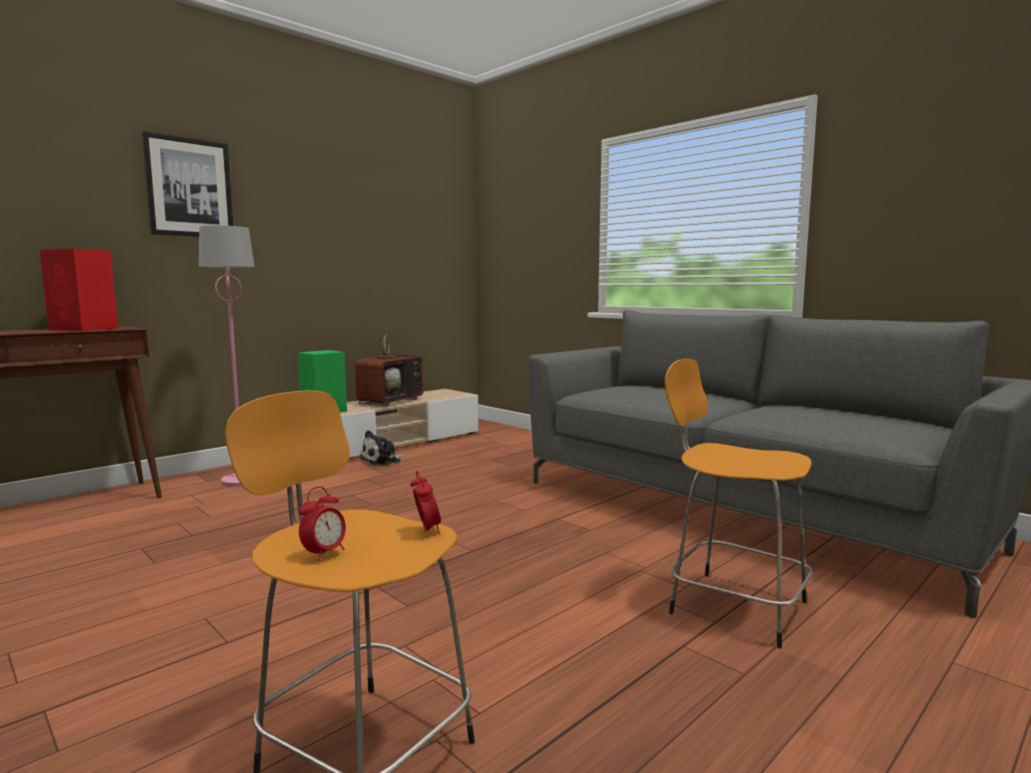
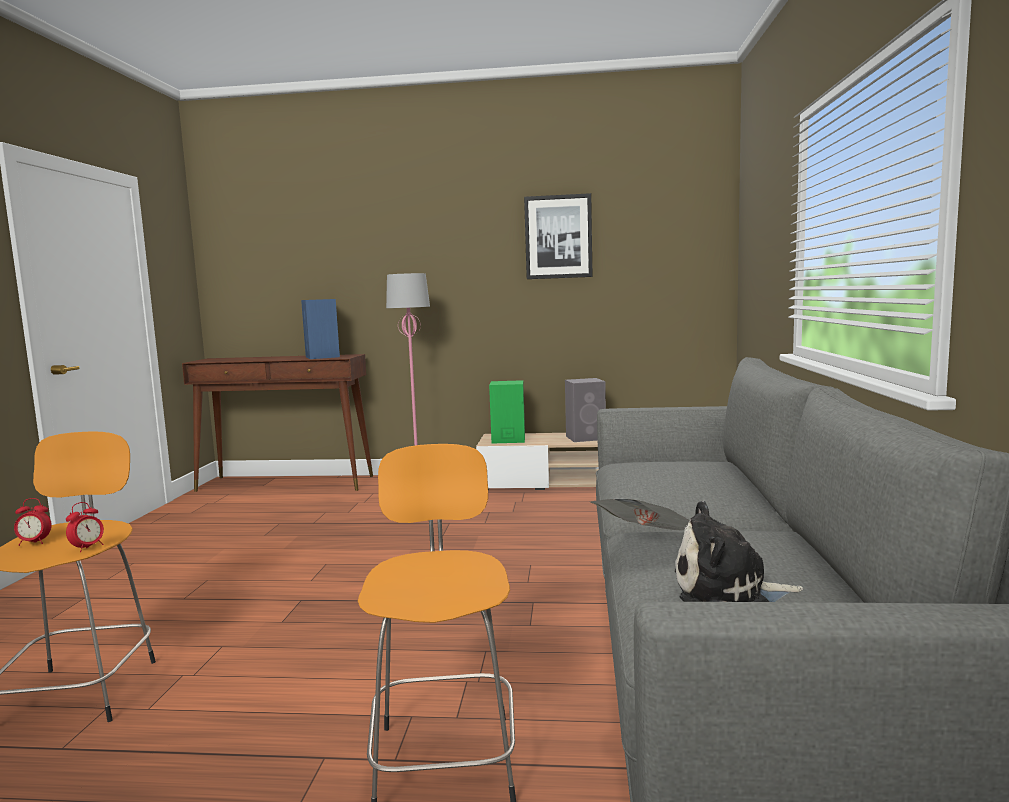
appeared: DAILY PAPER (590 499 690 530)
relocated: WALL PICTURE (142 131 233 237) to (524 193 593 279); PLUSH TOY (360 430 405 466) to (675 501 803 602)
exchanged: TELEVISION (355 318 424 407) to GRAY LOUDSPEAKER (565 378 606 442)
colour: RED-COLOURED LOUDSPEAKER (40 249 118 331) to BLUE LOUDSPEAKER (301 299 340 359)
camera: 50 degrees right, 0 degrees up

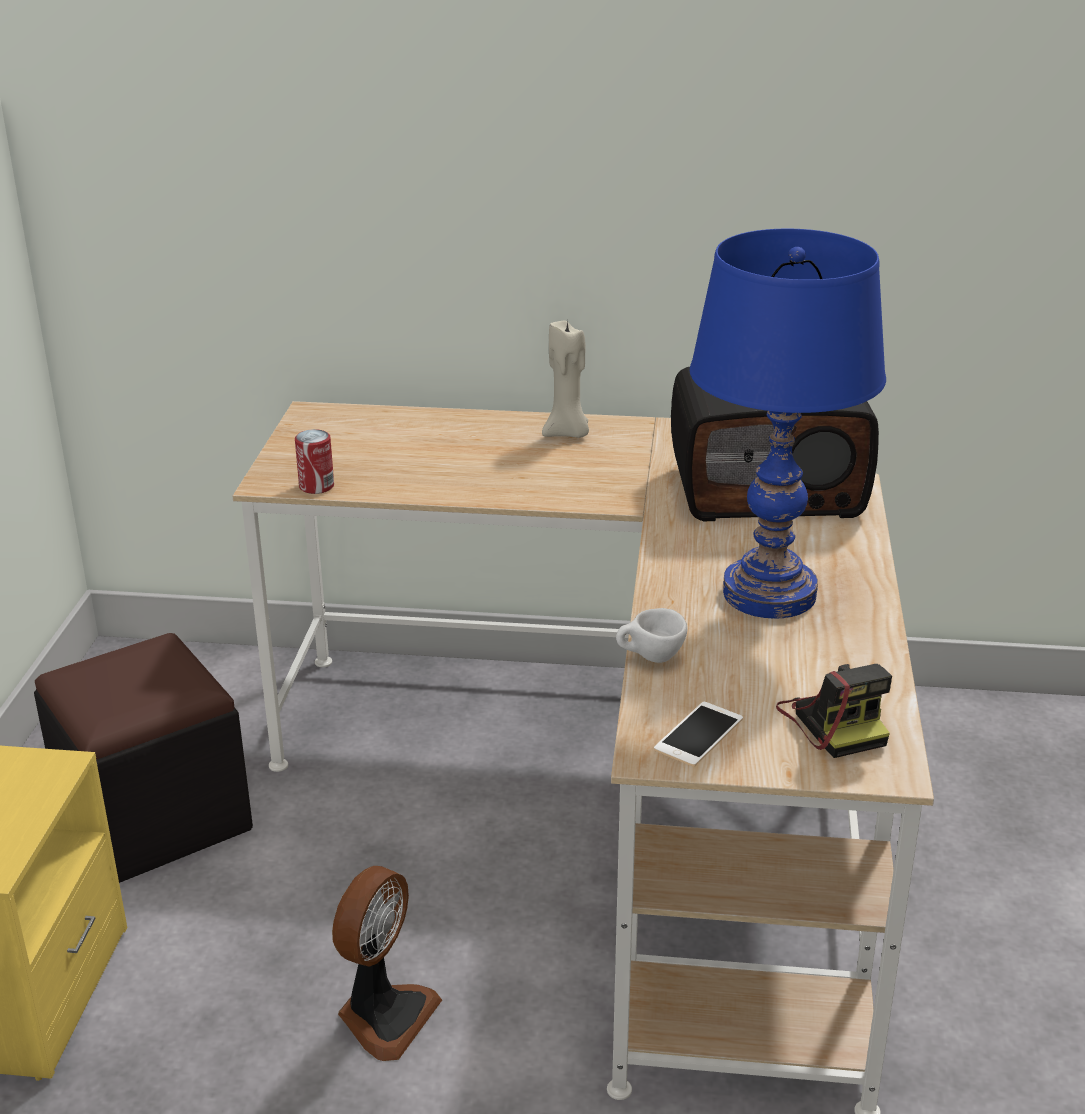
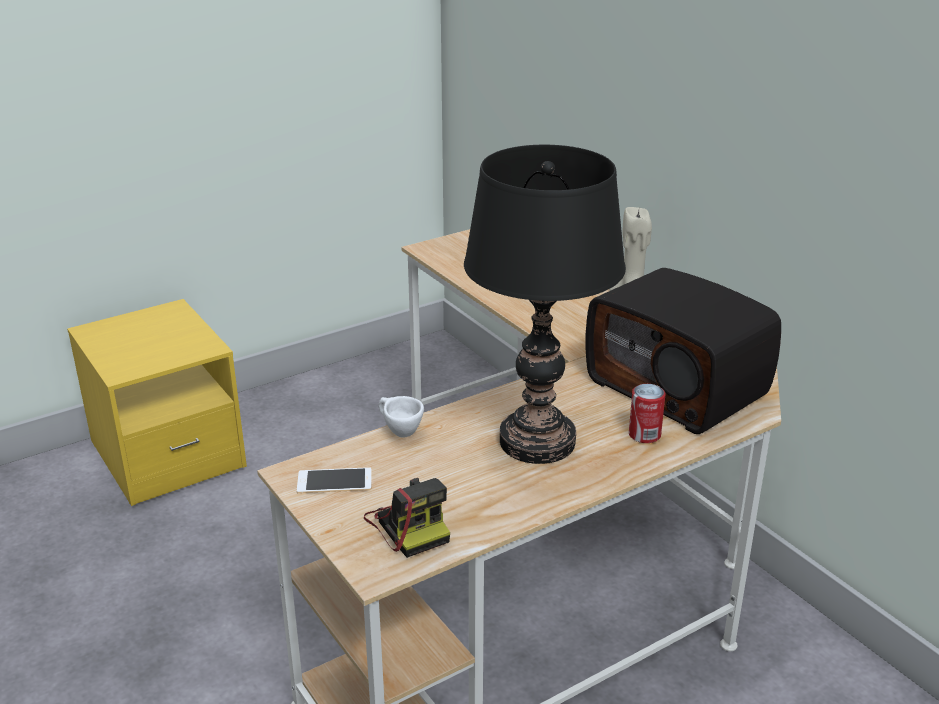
missing: BLACK POUFFE (34 633 253 883); FAN (332 866 442 1061)
relocated: METAL CAN (295 429 334 494) to (629 384 665 443)
colour: BLUE LAMP FOR A TABLE (690 229 886 619) to BLACK LAMP FOR A TABLE (464 145 626 464)
spun: STILL CAMERA (776 664 892 758) = (364 478 450 558) 60 degrees counterclockwise
camera: 50 degrees right, 0 degrees up

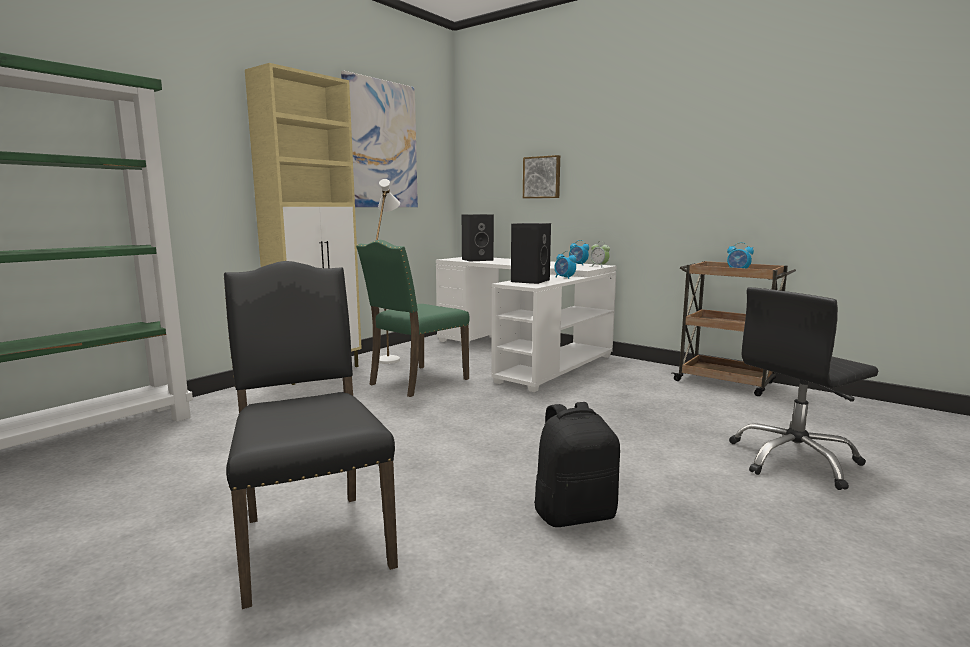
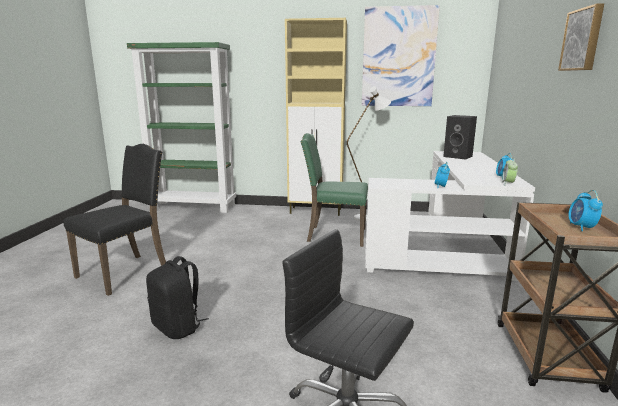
missing: BLACK LOUDSPEAKER (511 223 551 284)
relocated: WALL PICTURE (523 155 560 198) to (558 3 604 71)
camera: 60 degrees right, 5 degrees up

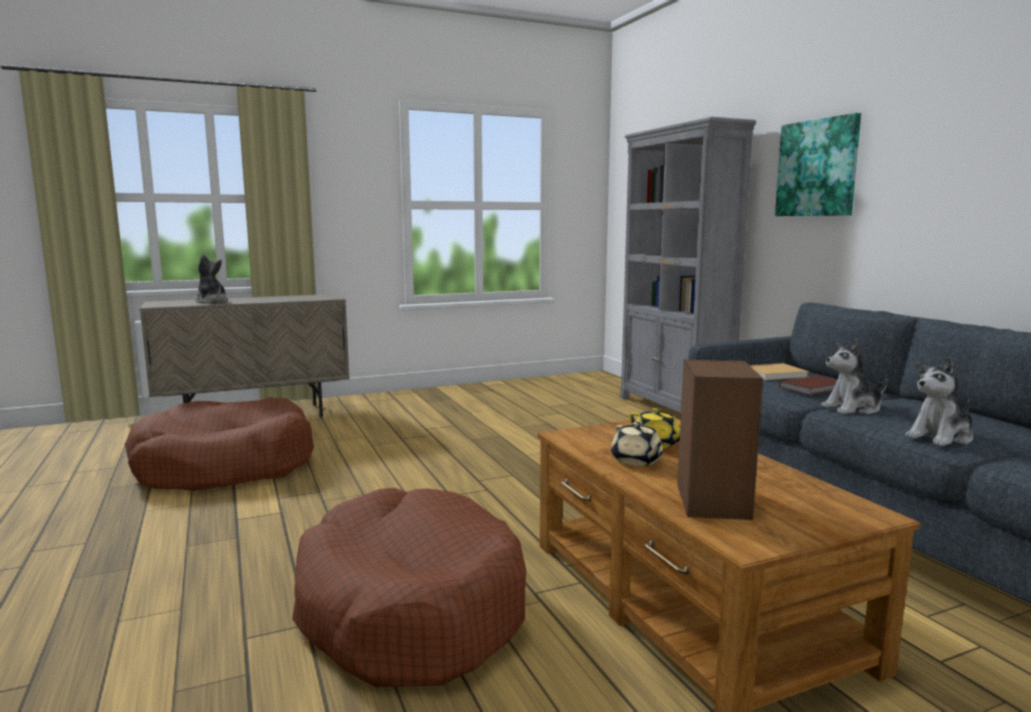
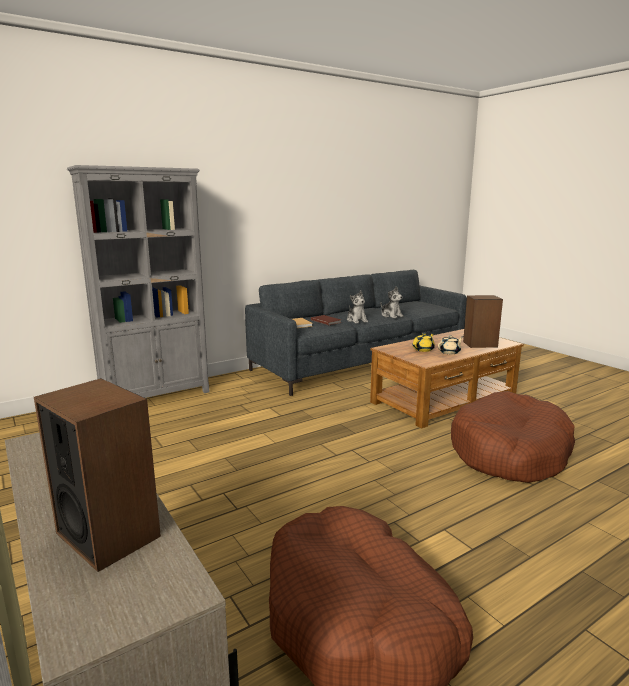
missing: WALL PICTURE (775 113 861 216)
exchanged: PLUSH TOY (195 254 228 303) to LOUDSPEAKER (34 378 161 572)
camera: 100 degrees left, 5 degrees up

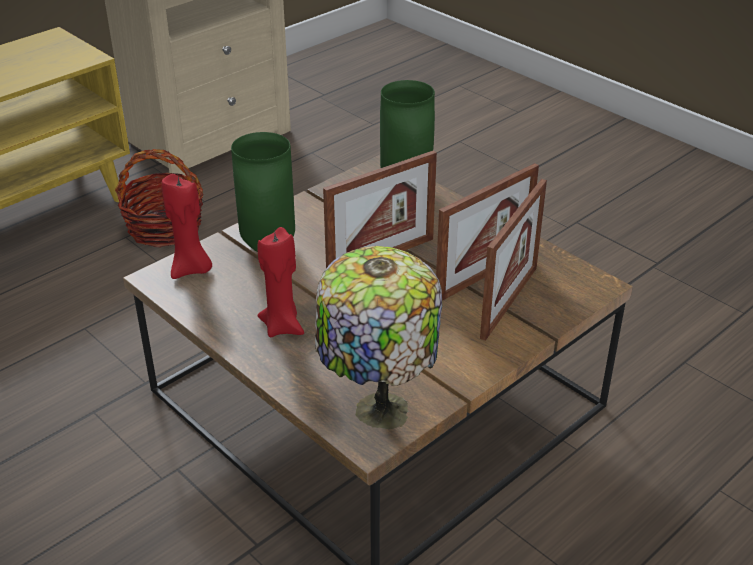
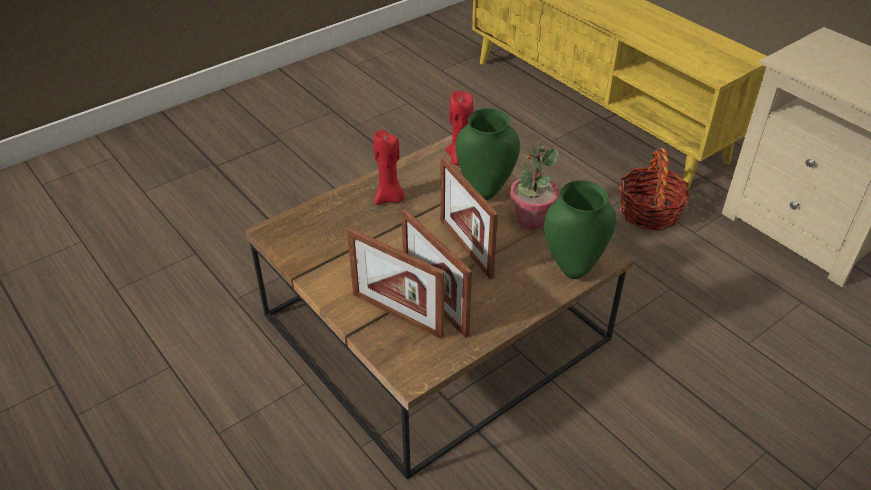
missing: LAMP FOR A TABLE (315 246 442 429)
appeared: POTTED PLANT (510 141 559 229)
camera: 95 degrees right, 5 degrees up

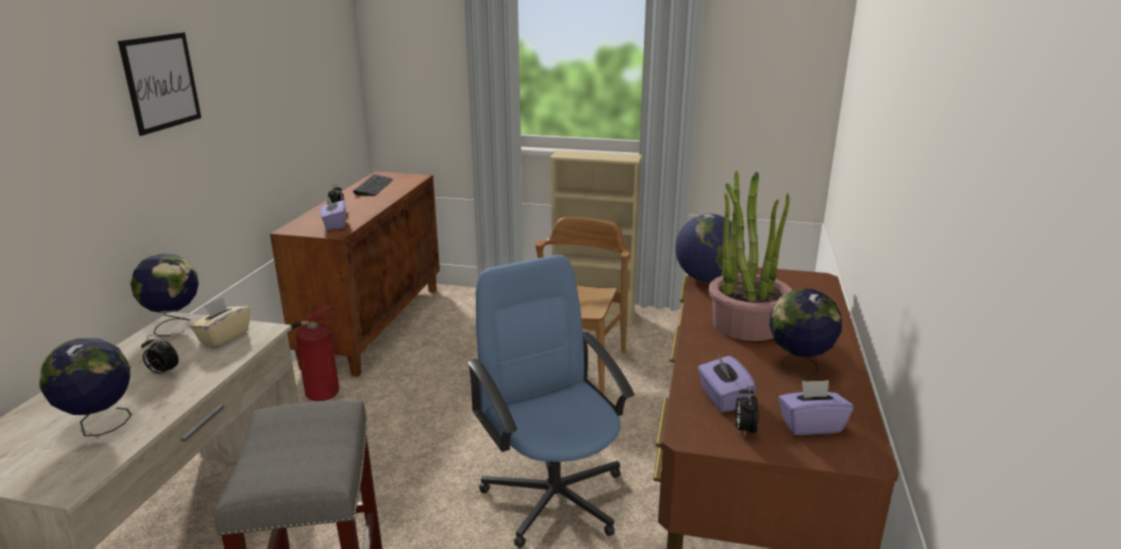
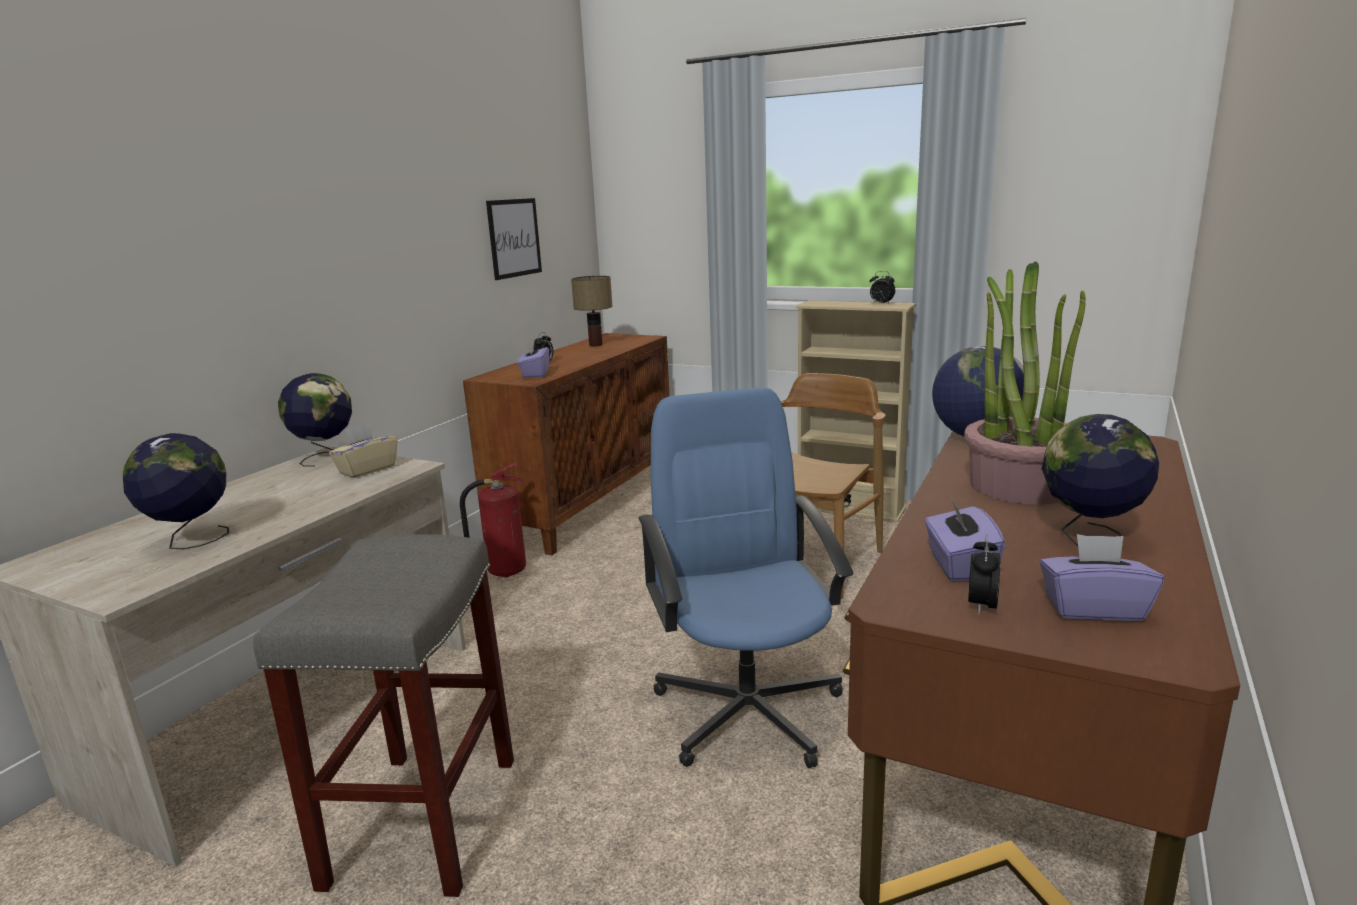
relocated: WALL PICTURE (118 32 201 136) to (486 198 542 280); ALARM CLOCK (141 335 179 375) to (870 271 895 304)
exchanged: KEYBOARD (353 174 393 196) to LAMP FOR A TABLE (571 276 613 346)
camera: 15 degrees right, 5 degrees down

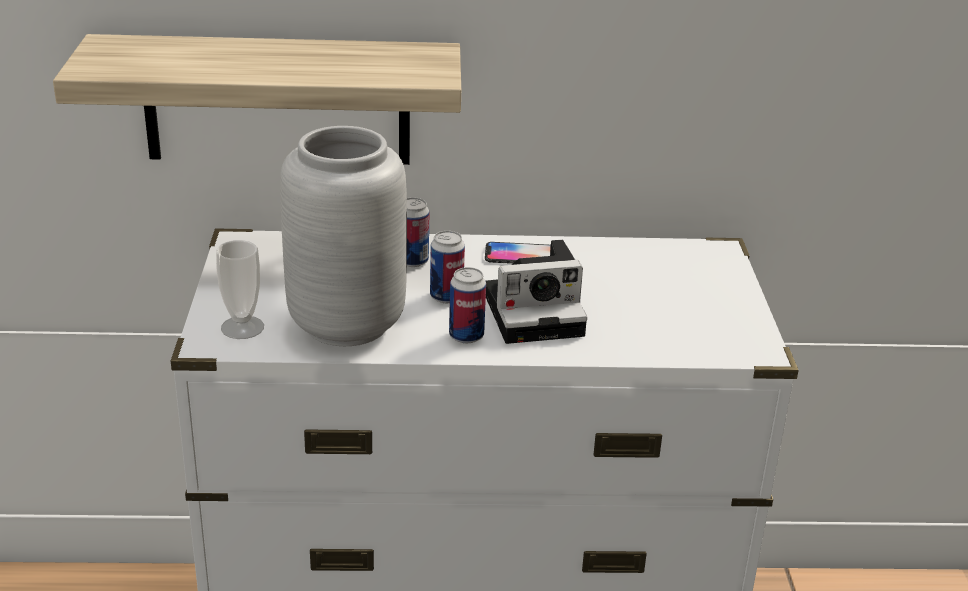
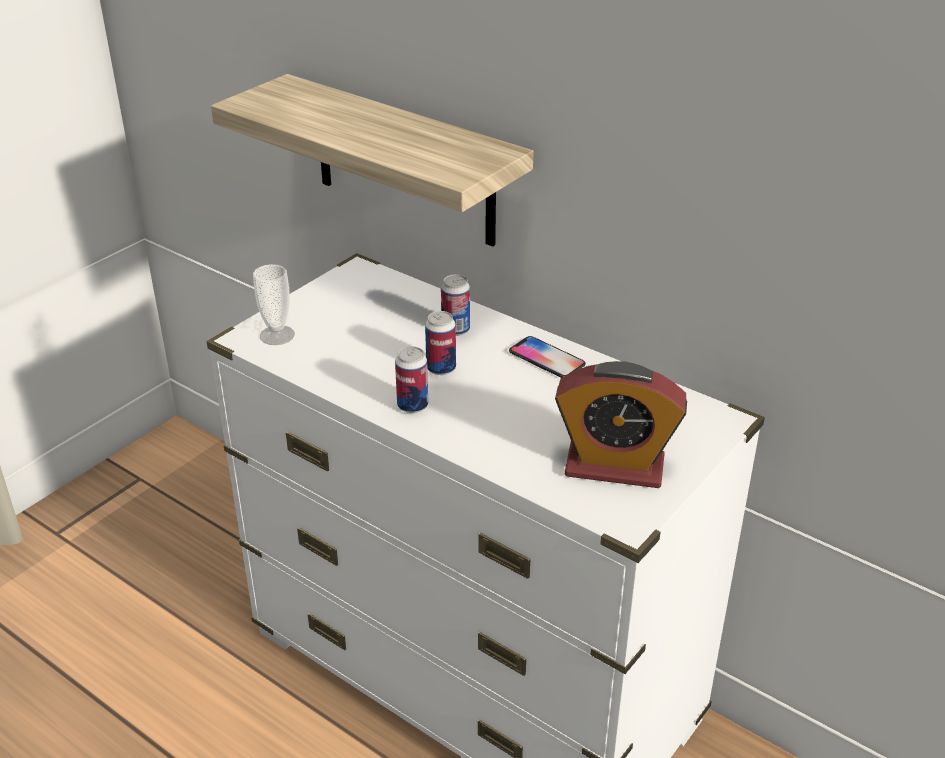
missing: GRAY VASE (280 126 407 346); STILL CAMERA (486 240 587 344)
appeared: ALARM CLOCK (555 361 687 488)
camera: 40 degrees right, 5 degrees up

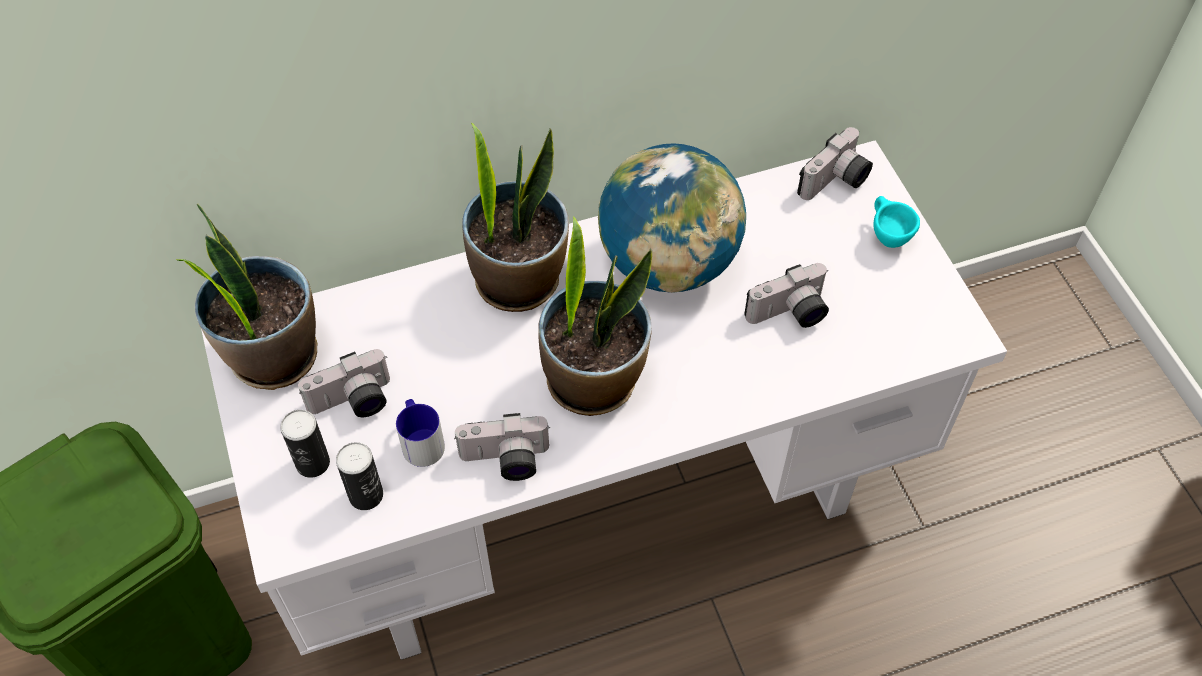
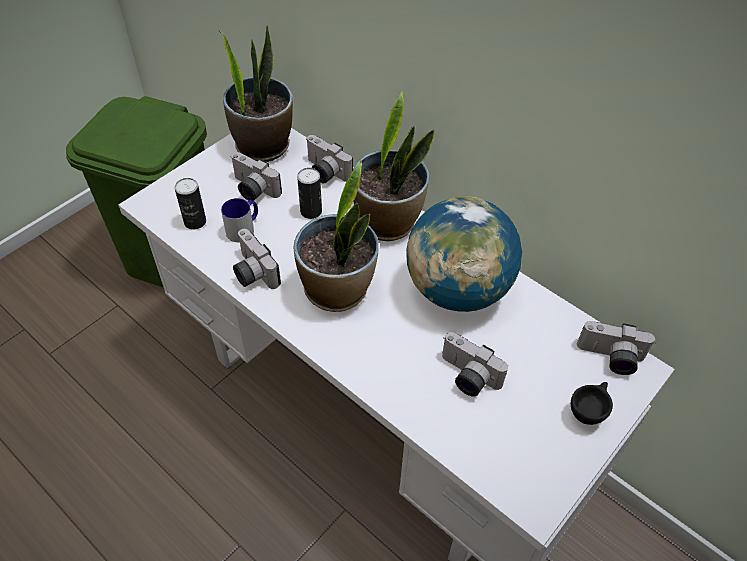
appeared: STILL CAMERA (307 135 353 183)
relocated: METAL CAN (280 410 330 478) to (297 168 322 219)
colour: TURQUOISE-COLOURED CUP (873 196 920 248) to BLACK CUP (571 382 613 425)
camera: 60 degrees right, 5 degrees down

